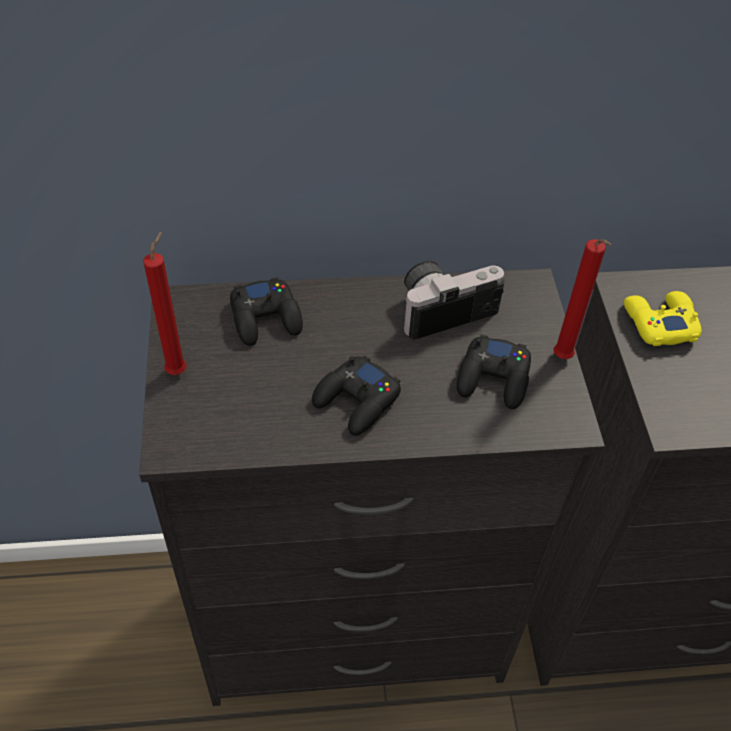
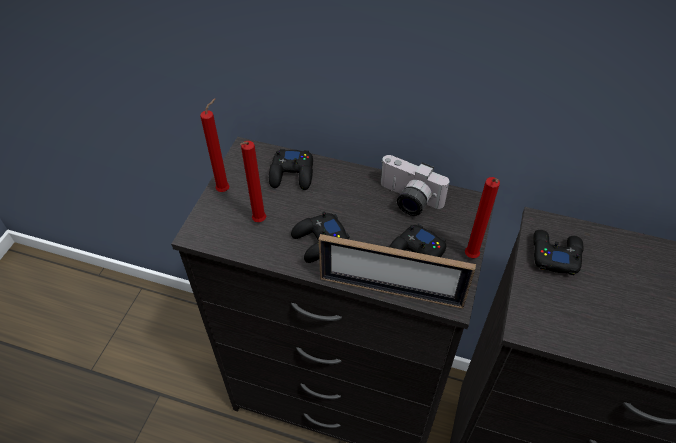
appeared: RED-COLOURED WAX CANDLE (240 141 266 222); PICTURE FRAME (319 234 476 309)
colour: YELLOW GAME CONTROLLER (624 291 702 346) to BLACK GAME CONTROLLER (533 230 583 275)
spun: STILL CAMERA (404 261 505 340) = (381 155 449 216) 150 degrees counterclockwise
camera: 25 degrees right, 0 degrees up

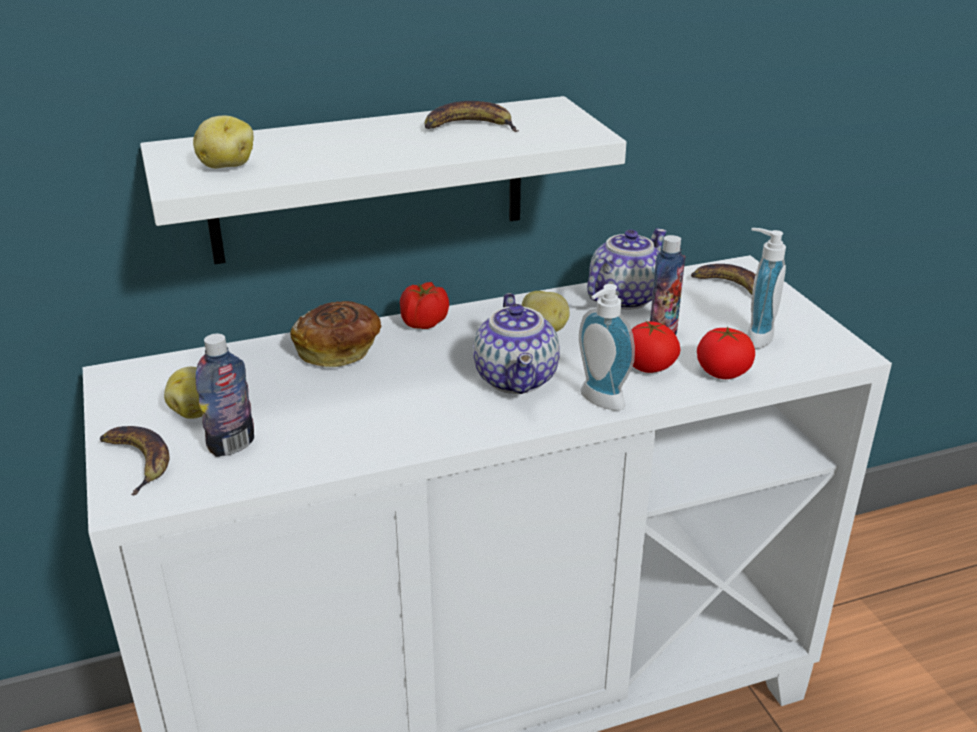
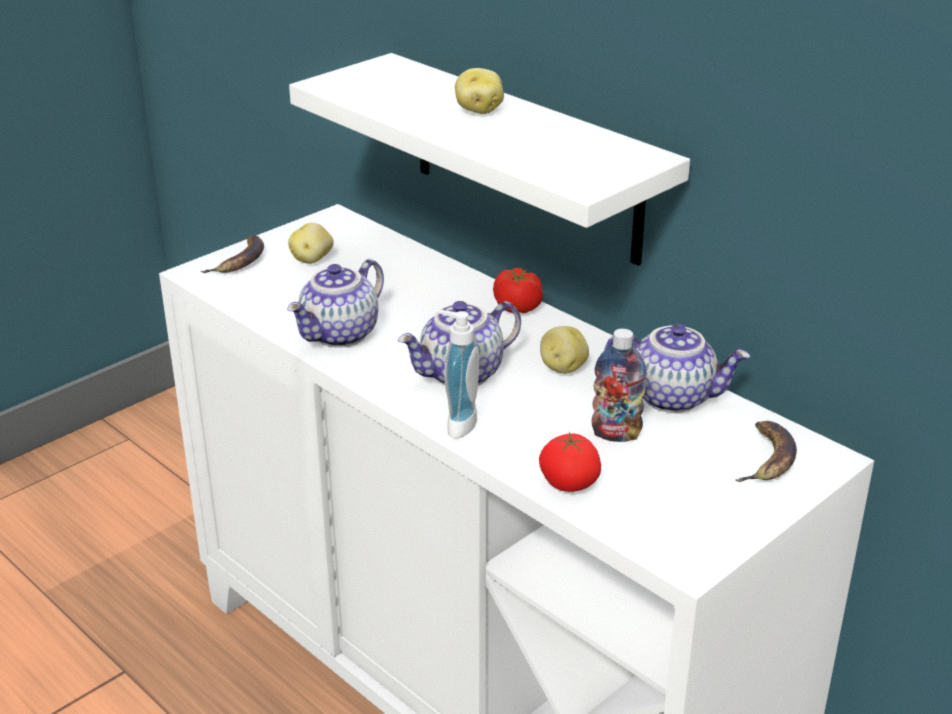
missing: WHOLE BANANA (425 101 519 132); LIQUID SOAP BOTTLE (747 228 786 349); BAKERY BREAD (290 301 381 368); FRESH TOMATO (632 320 681 373); BEVERAGE BOTTLE (196 334 254 457)
appeared: TEA POT (287 259 384 348)
relocated: WHOLE POTATO (193 115 254 168) to (455 68 504 114)
camera: 65 degrees right, 0 degrees up

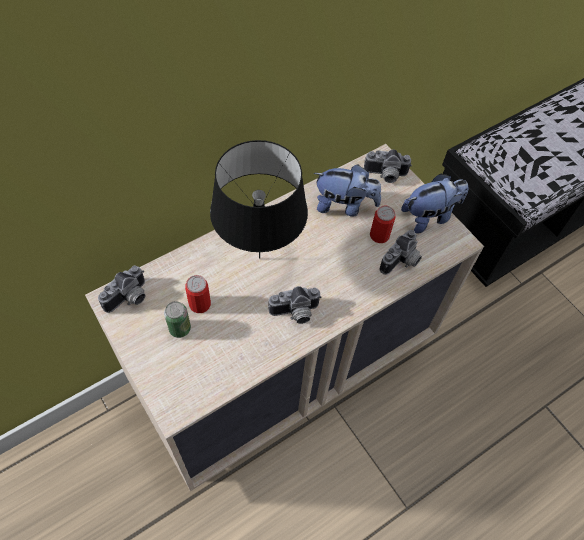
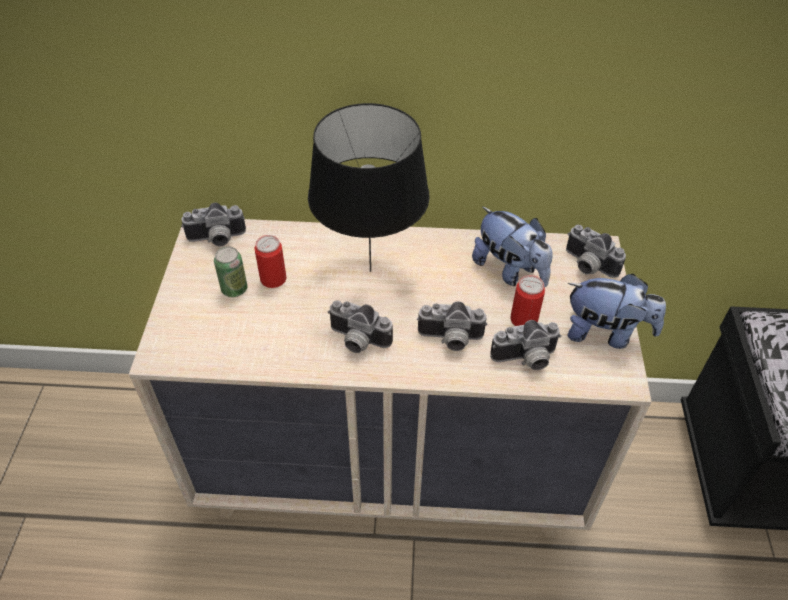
appeared: STILL CAMERA (417 301 488 351)
camera: 40 degrees right, 10 degrees down

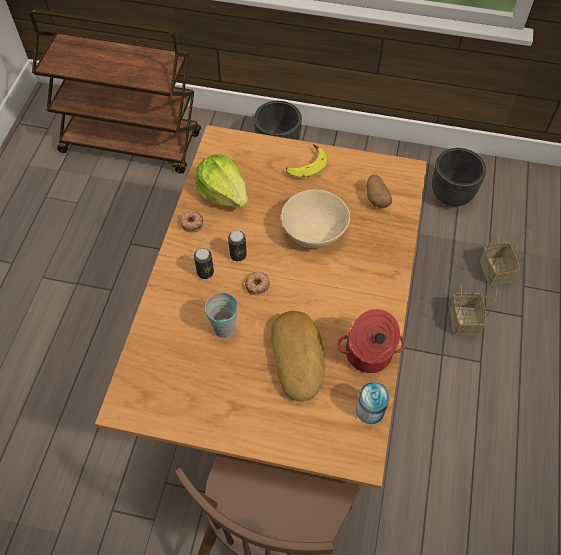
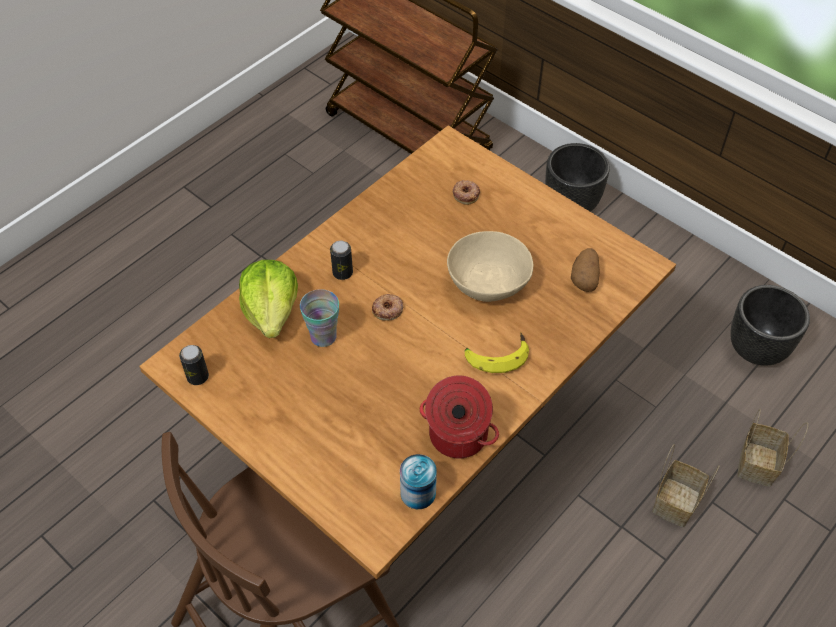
missing: BAKERY BREAD (271 311 325 401)
relocated: WHOLE BANANA (286 144 327 177) to (465 333 529 373); LETTUCE (196 154 248 208) to (239 260 298 338); RING DOUGHNUT (180 211 203 232) to (453 180 480 205); METAL CAN (228 231 247 261) to (179 345 209 385)
camera: 30 degrees right, 5 degrees down

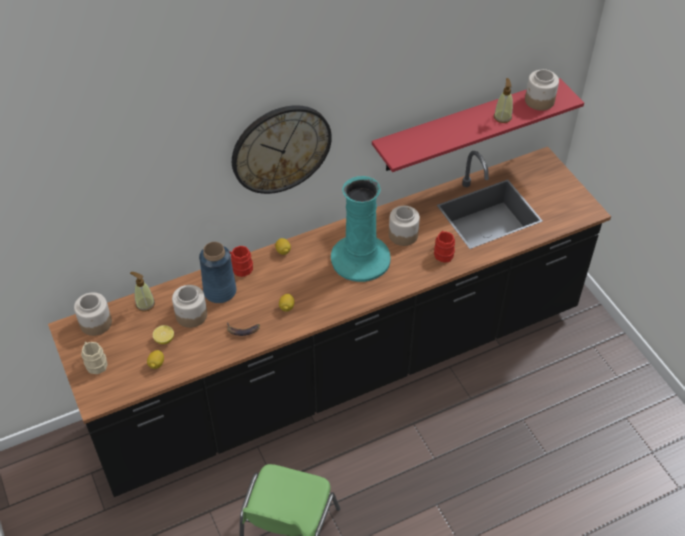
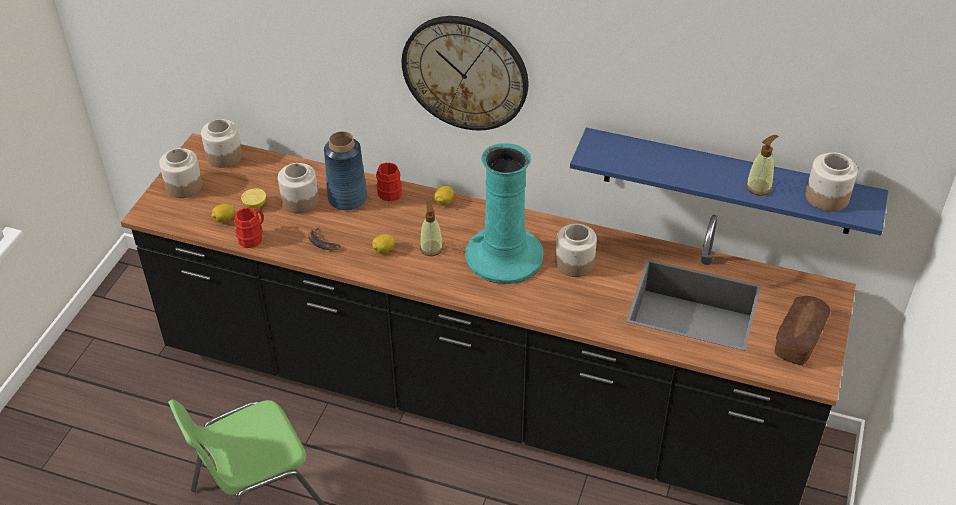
appeared: BAKERY BREAD (775 296 831 365)
relocated: RED-COLOURED MUG (434 231 455 263) to (234 207 264 248); LIQUID SOAP BOTTLE (130 272 155 311) to (420 200 443 256)
exchanged: SAND-COLOURED MUG (81 342 107 374) to PRESERVE JAR (159 148 203 198)
colour: RED-COLOURED SHELF (372 78 584 172) to BLUE SHELF (570 128 888 236)
camera: 45 degrees right, 5 degrees down

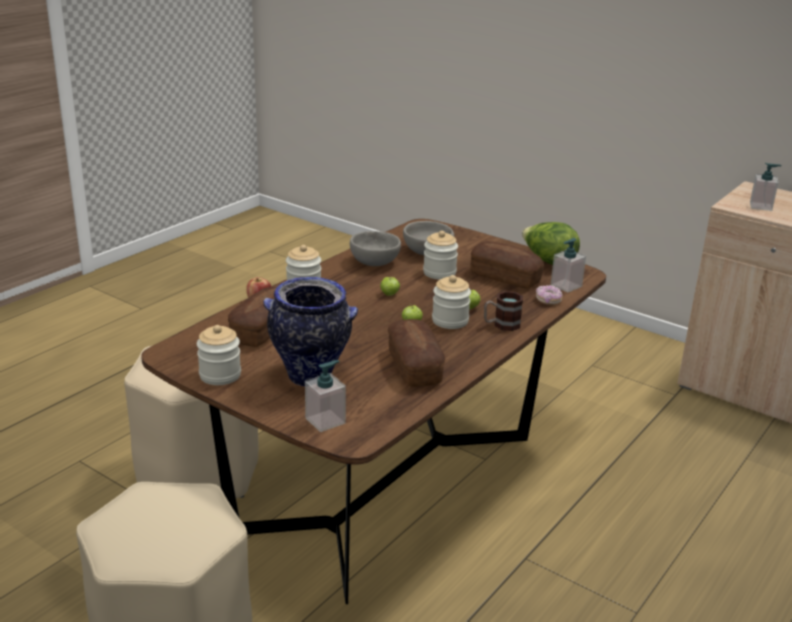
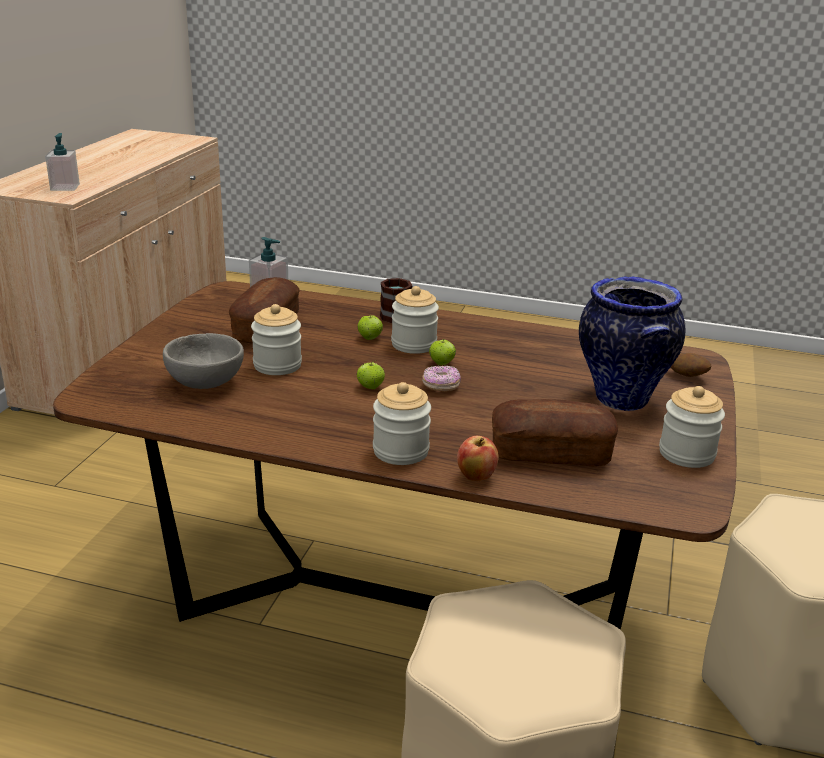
missing: LETTUCE (522 222 580 265); GRAY BOWL (350 231 401 266); BAKERY BREAD (388 319 446 387)
relocated: RING DOUGHNUT (536 285 563 304) to (422 366 461 391)
exchanged: LIQUID SOAP BOTTLE (305 360 346 432) to WHOLE POTATO (671 353 711 377)
camera: 110 degrees left, 0 degrees up

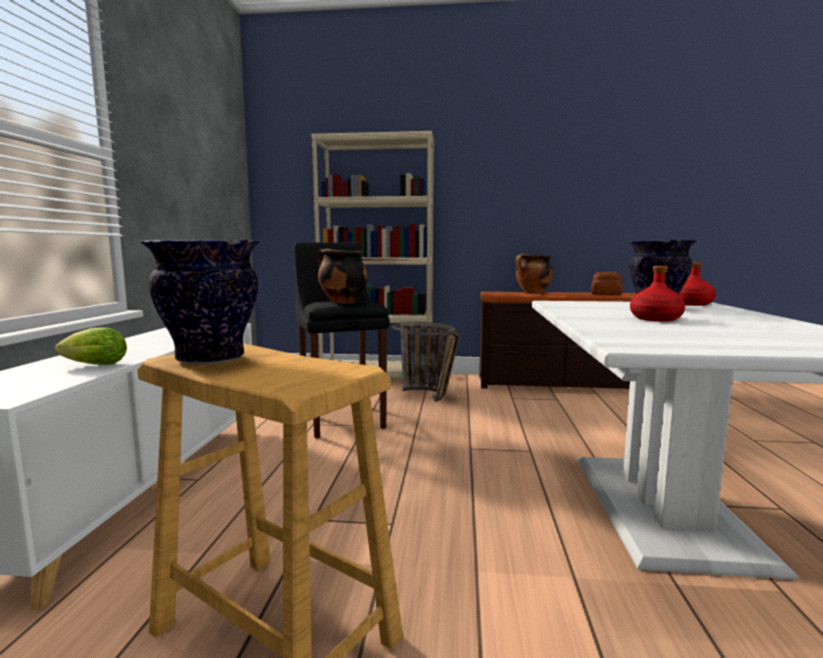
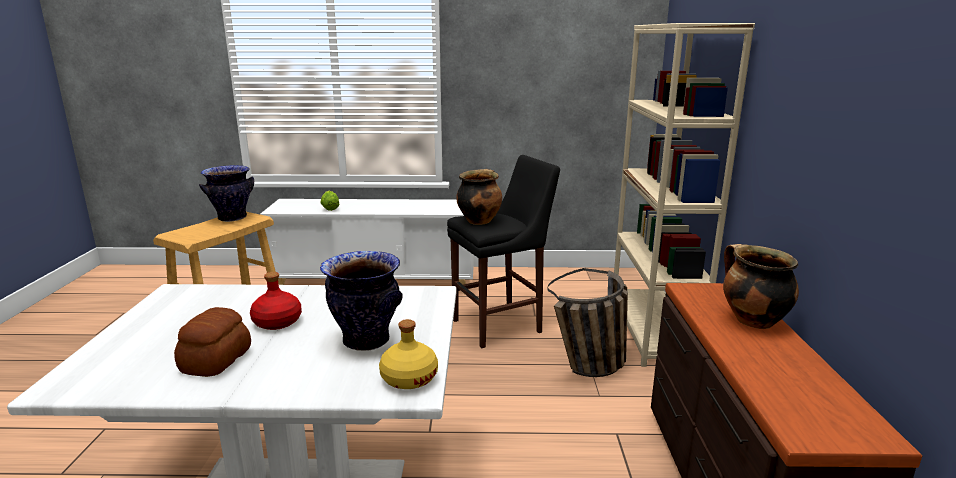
relocated: BAKERY BREAD (591 272 623 295) to (174 307 251 377)
colour: RED-COLOURED BEVERAGE BOTTLE (679 262 716 306) to YELLOW BEVERAGE BOTTLE (379 319 438 389)
camera: 85 degrees right, 10 degrees up

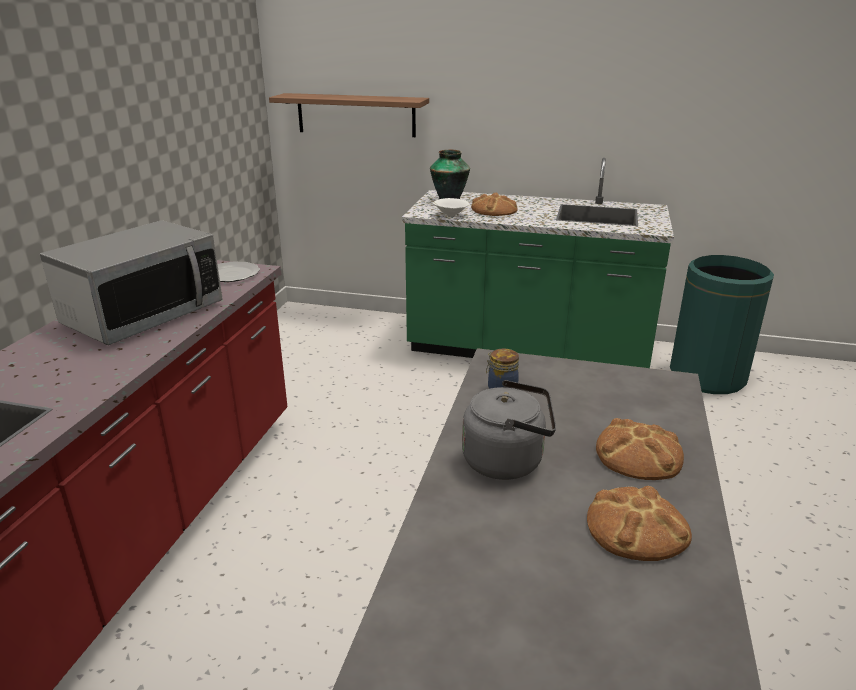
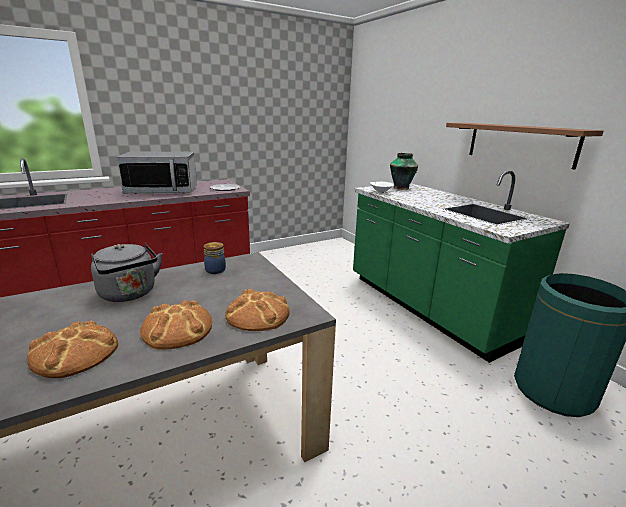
relocated: SHELF (269 93 429 137) to (446 123 604 170); BAKERY BREAD (471 192 518 216) to (225 289 290 331)
camera: 45 degrees right, 5 degrees down

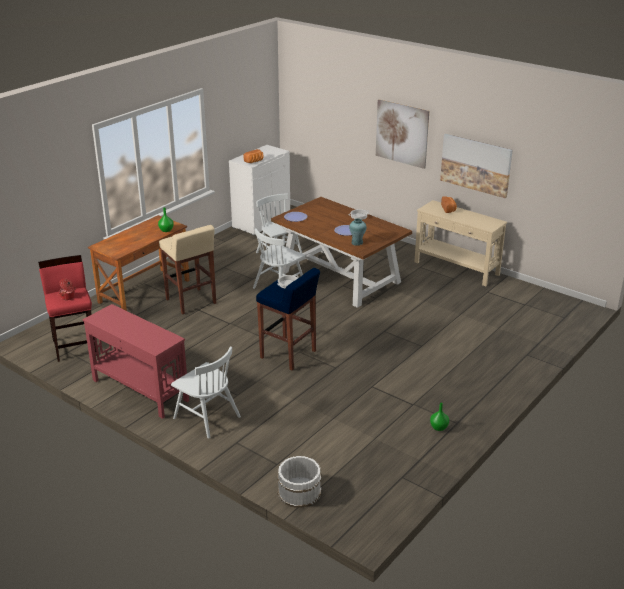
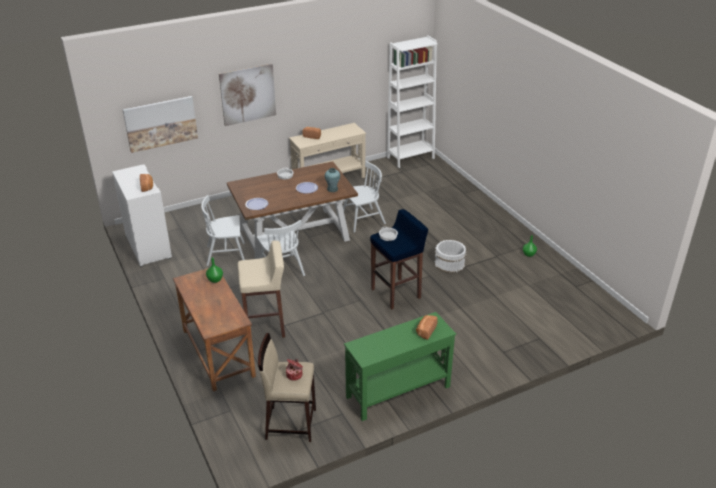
appeared: WHITISH BOOKSHELF (387 36 438 168); BAKERY BREAD (416 315 438 340)
relocated: WALL PICTURE (440 134 513 198) to (123 96 198 153); WHITISH PLAIN CHAIR (171 346 241 439) to (343 161 386 233); WHITISH WATER BUCKET (277 456 321 508) to (434 240 466 273)
colour: RED-COLOURED STOOL (38 255 96 362) to SAND-COLOURED STOOL (258 333 316 442); RED-COLOURED HALL TABLE (82 304 189 419) to GREENISH HALL TABLE (344 312 456 421)
camera: 65 degrees left, 5 degrees up

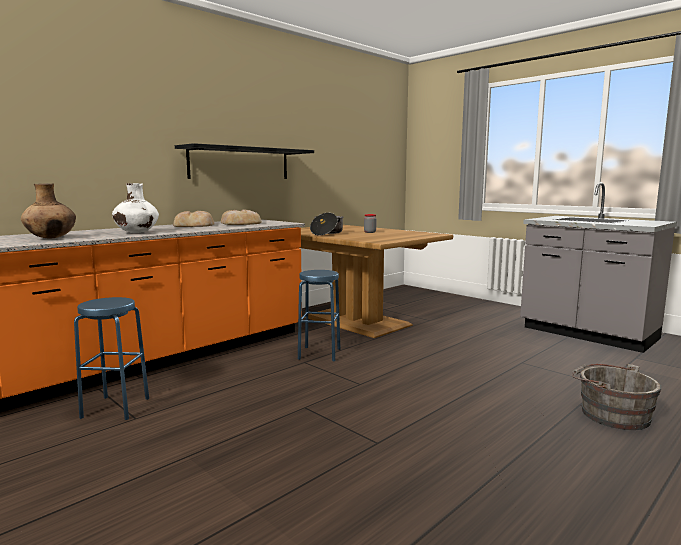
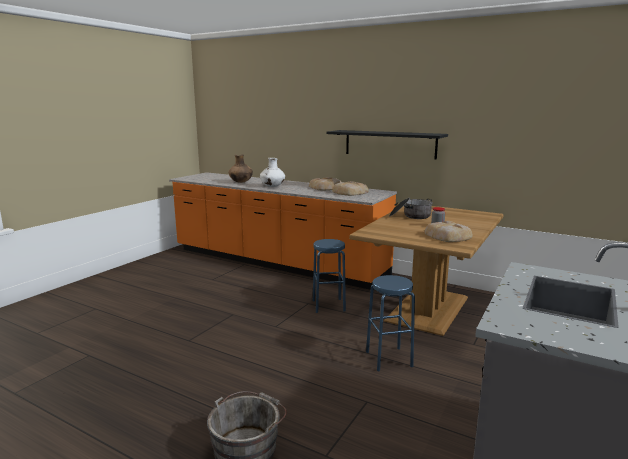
appeared: BAKERY BREAD (425 221 473 242)
relocated: BLUE STOOL (74 297 149 420) to (366 275 415 371)
camera: 75 degrees right, 5 degrees up

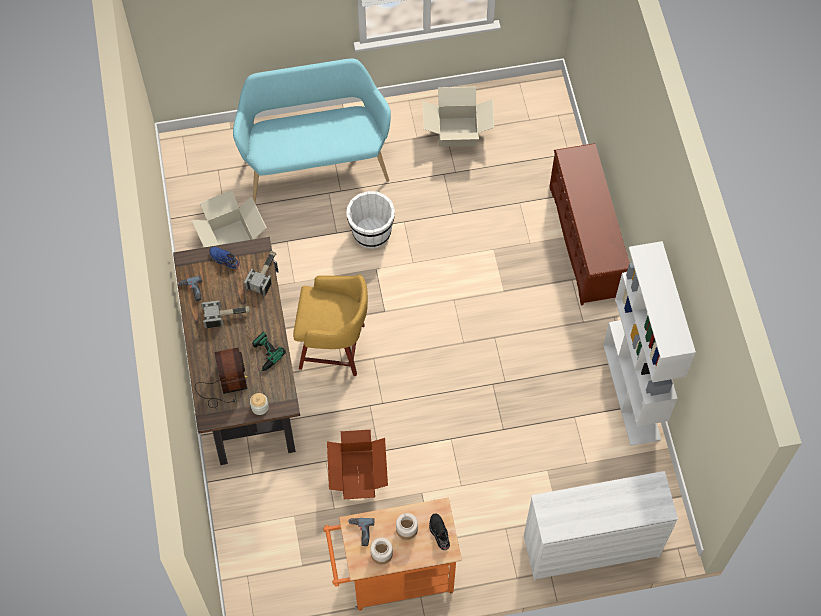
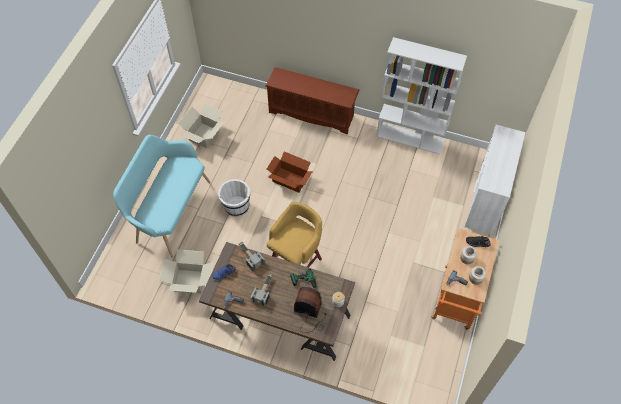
relocated: PACKING BOX (327 430 388 499) to (267 152 313 193)
camera: 60 degrees left, 5 degrees down

